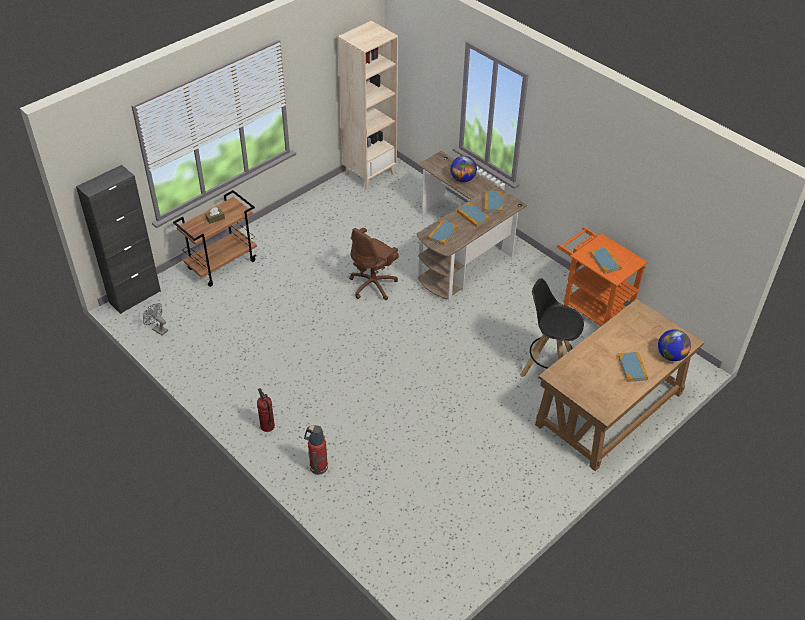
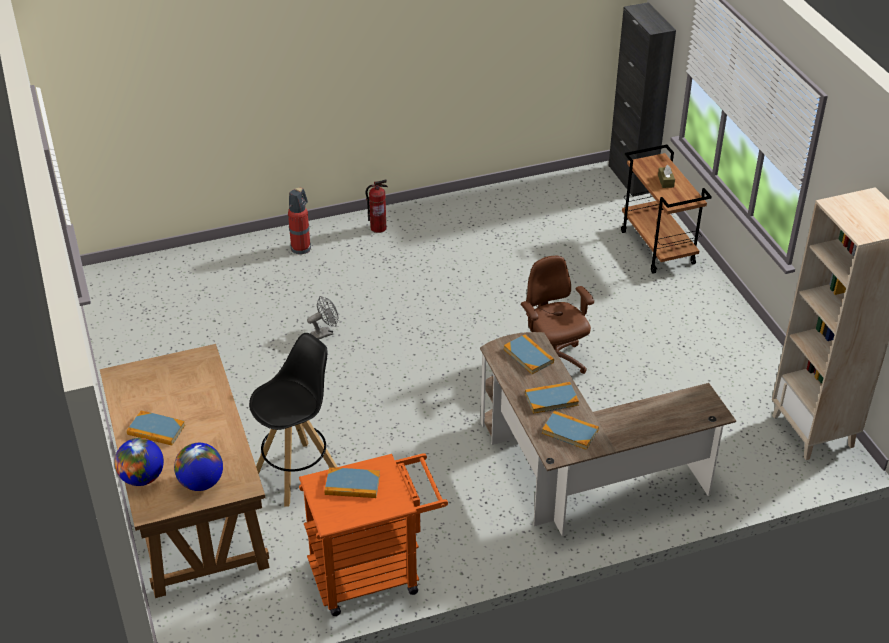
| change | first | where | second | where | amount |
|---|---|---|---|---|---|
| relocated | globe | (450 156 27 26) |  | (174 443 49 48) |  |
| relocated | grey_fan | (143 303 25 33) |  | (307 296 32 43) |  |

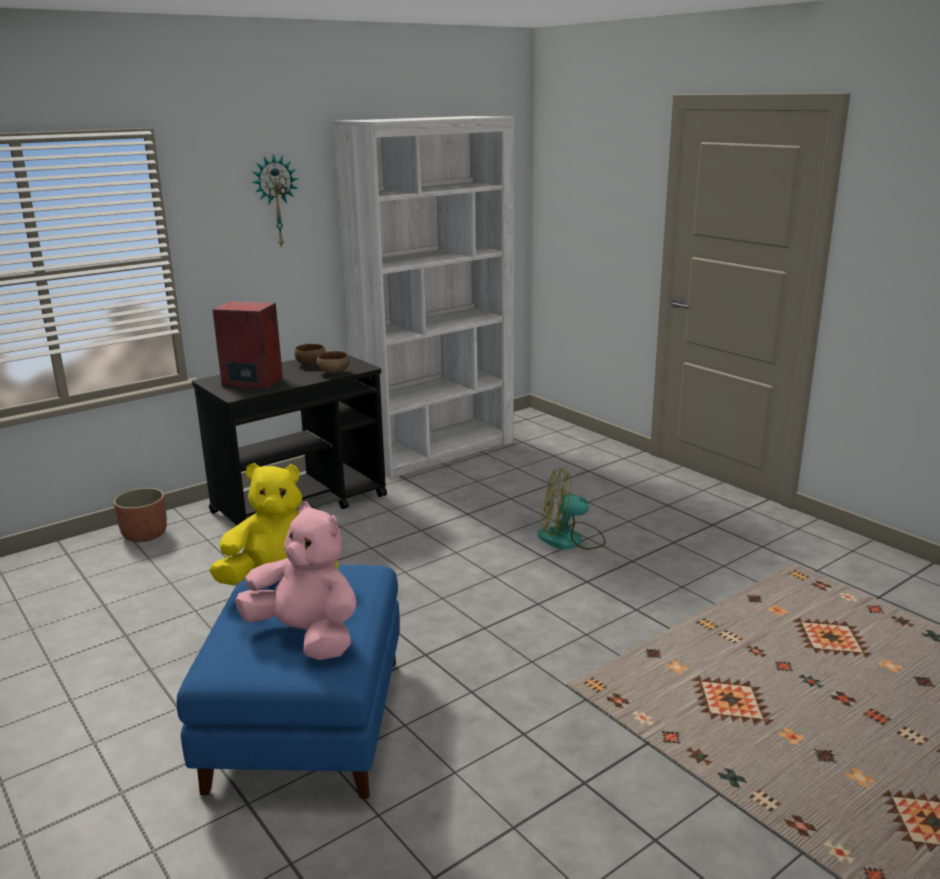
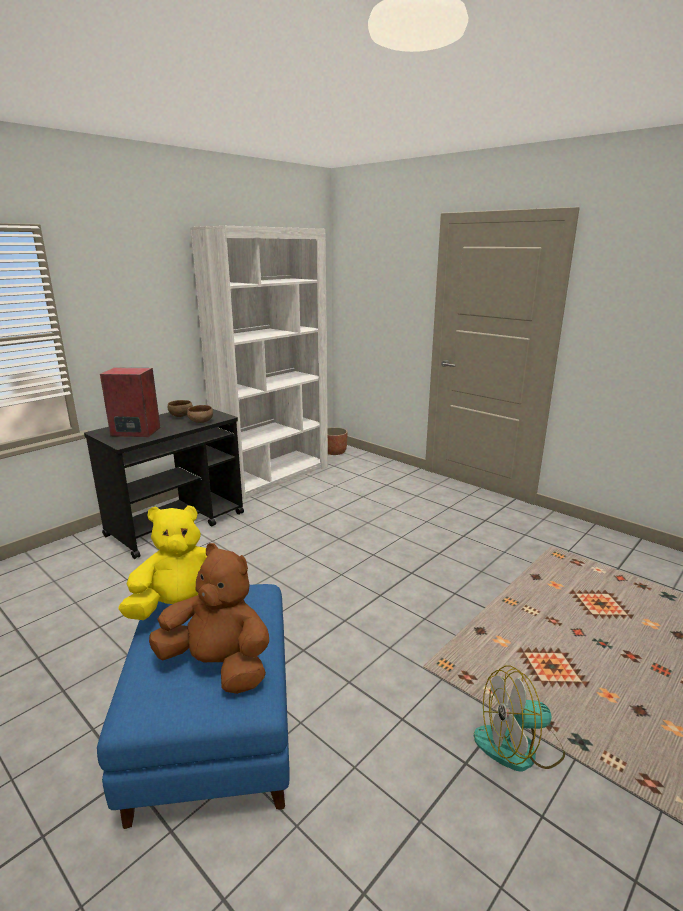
| change | first | where | second | where | amount |
|---|---|---|---|---|---|
| colour | pink_plush_toy | (235 502 122 158) | brown_plush_toy | (149 543 120 151) |  |
| relocated | planter | (113 488 54 54) |  | (328 427 20 28) |  |
| relocated | fan | (538 469 68 81) |  | (474 665 91 107) |  |
| missing | wall_clock | (252 154 46 94) |  |  |  |

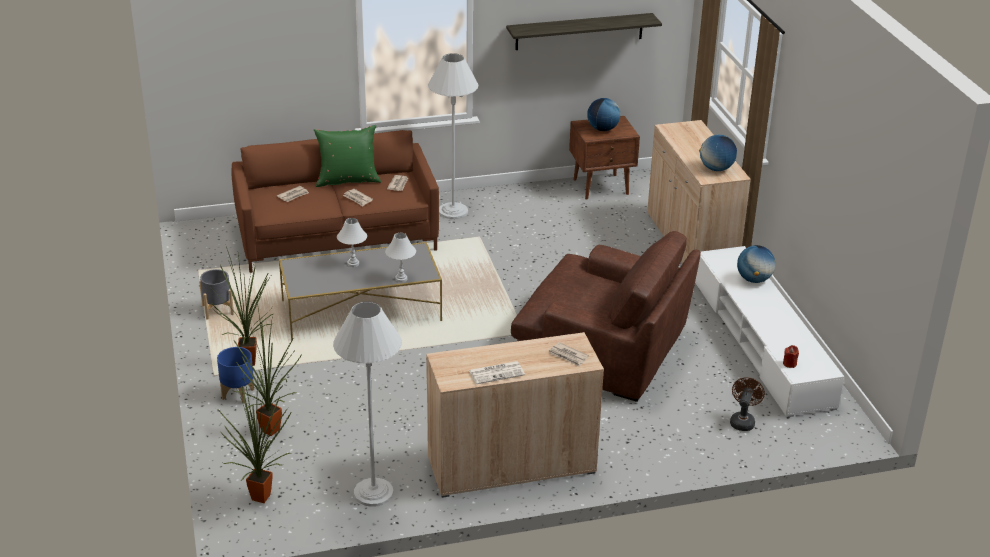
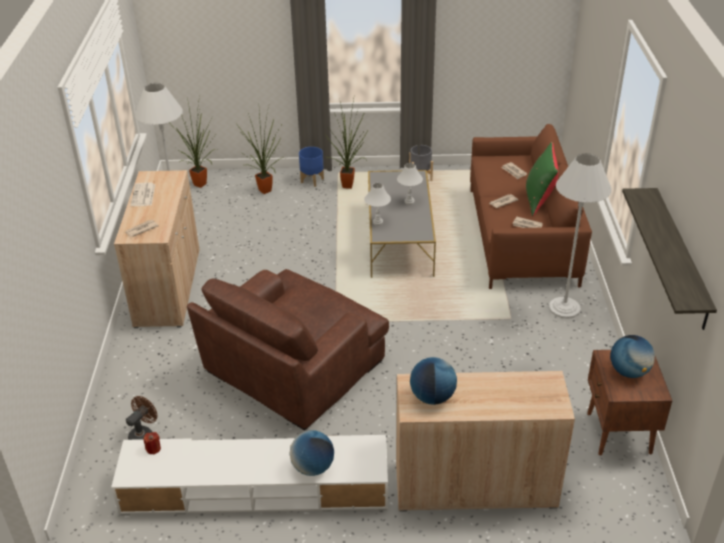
| change | first | where | second | where | amount |
|---|---|---|---|---|---|
| spun | brown_fan | (730 377 35 54) |  | (126 396 32 44) | 90 degrees counterclockwise |

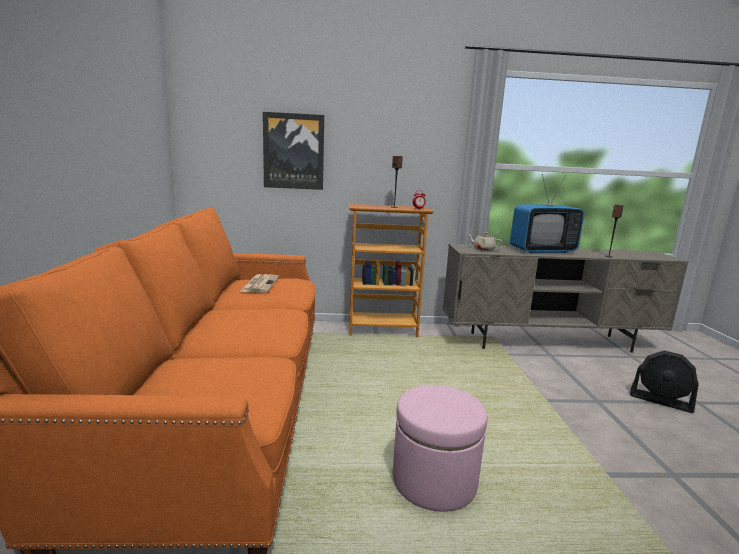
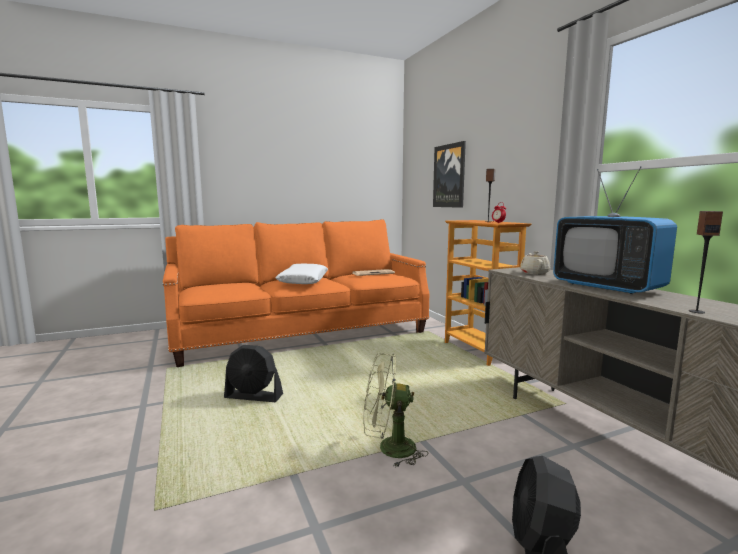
| change | first | where | second | where | amount |
|---|---|---|---|---|---|
| exchanged | pink_ottoman | (393 385 94 127) | black_fan | (224 345 59 57) |  |
| appeared |  |  | white_pillow | (276 264 52 20) |  |
| appeared |  |  | green_fan | (363 352 65 116) |  |

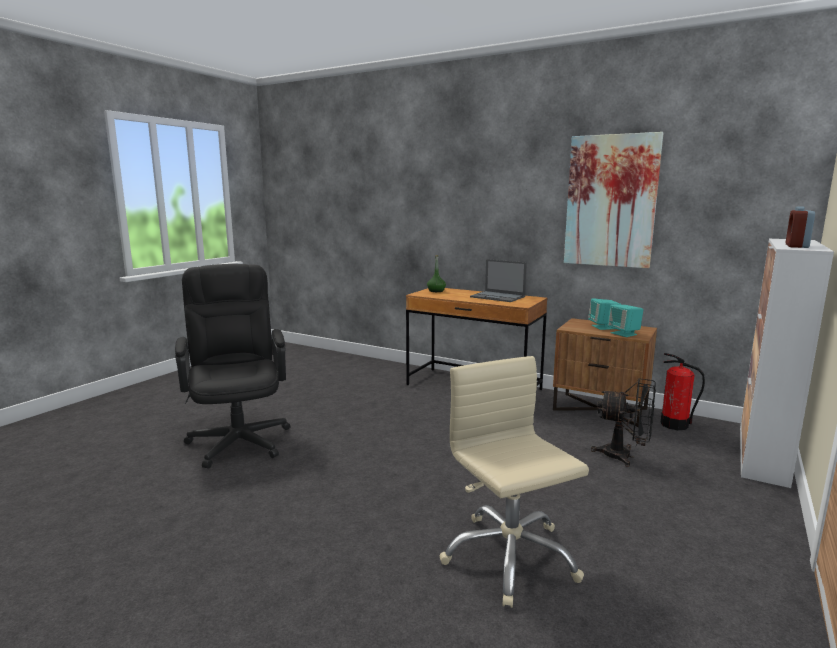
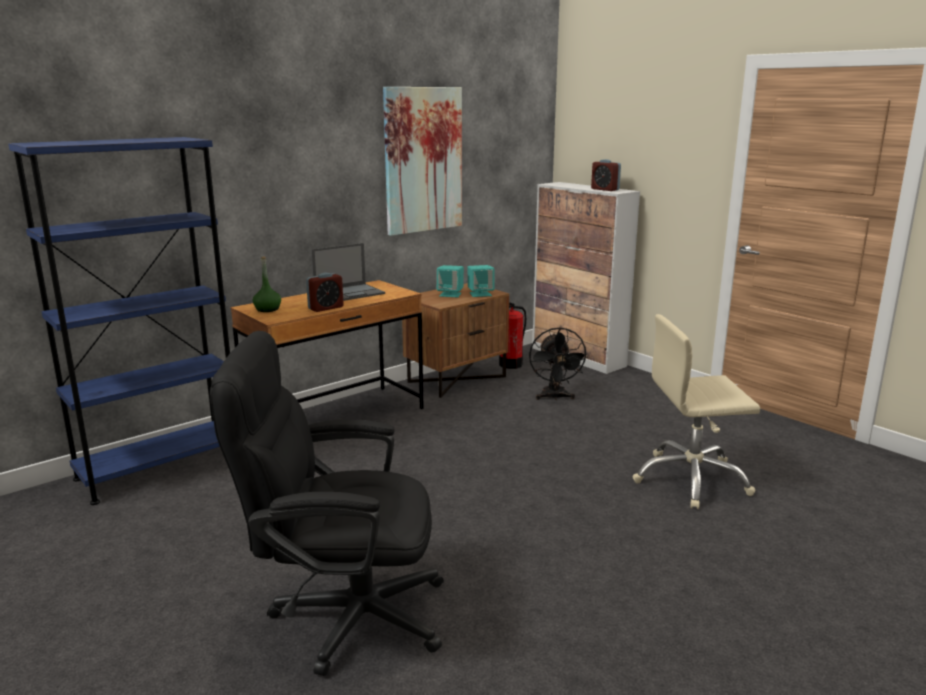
| change | first | where | second | where | amount |
|---|---|---|---|---|---|
| appeared |  |  | blue_bookcase | (8 137 222 368) |  |
| appeared |  |  | alarm_clock | (306 273 38 39) |  |
| spun | black_fan | (591 378 65 89) |  | (529 327 59 73) | 135 degrees clockwise |

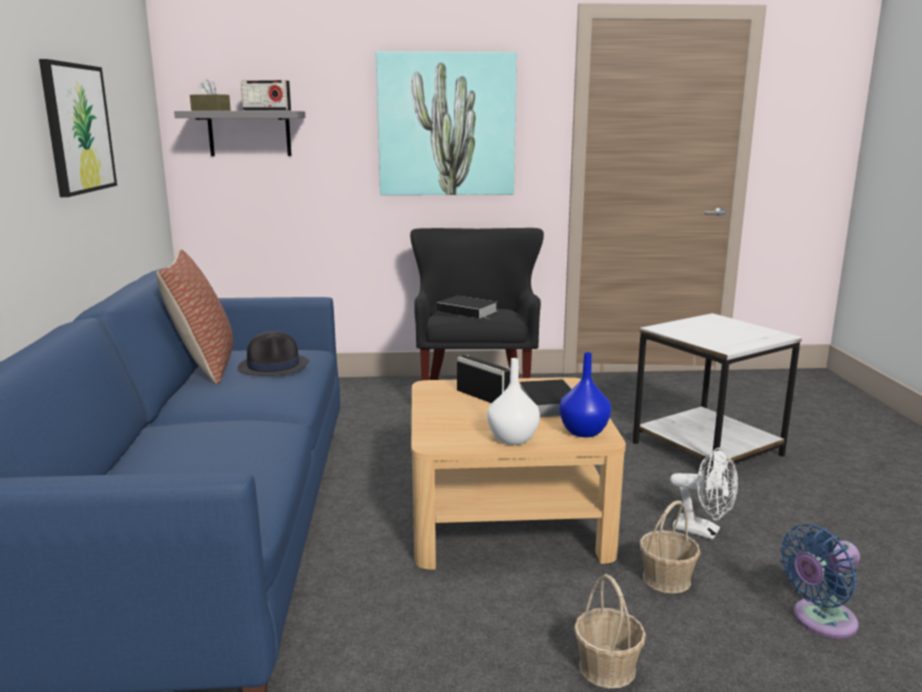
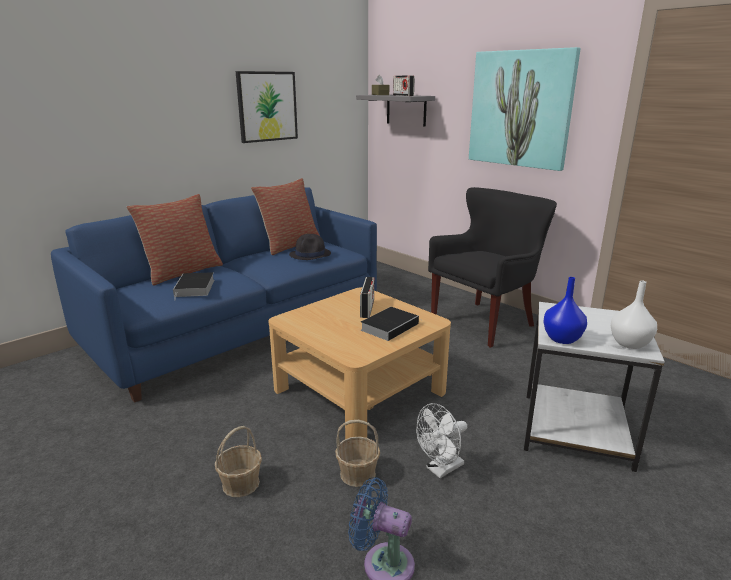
| change | first | where | second | where | amount |
|---|---|---|---|---|---|
| appeared |  |  | pillow | (127 194 96 92) |  |
| relocated | book | (437 296 60 23) |  | (173 272 41 28) |  |
| spun | white_fan | (670 447 68 93) |  | (416 403 51 75) | 60 degrees clockwise |
| relocated | blue_vase | (559 352 52 85) |  | (544 277 43 67) |  |
| relocated | white_vase | (487 358 53 87) |  | (611 280 46 69) |  |

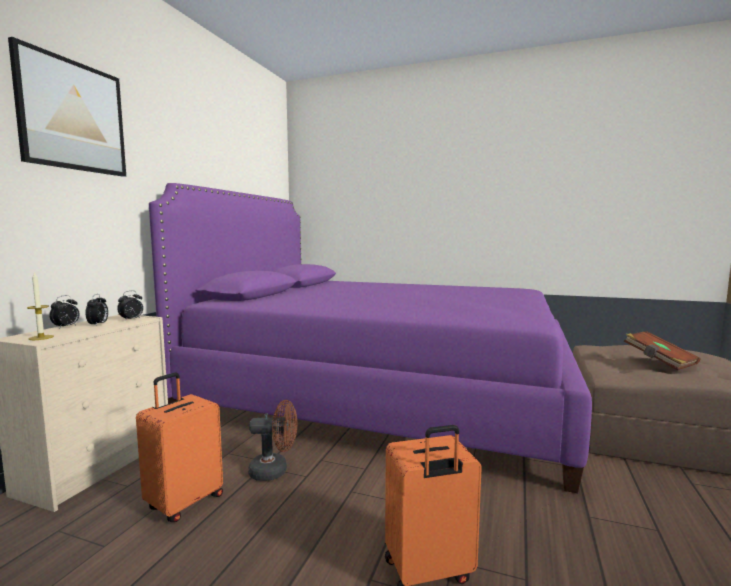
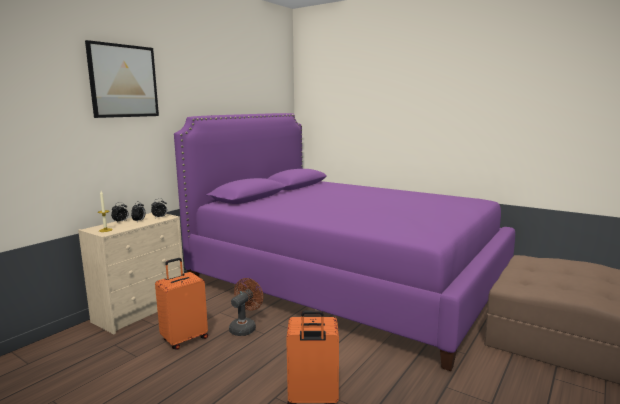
| change | first | where | second | where | amount |
|---|---|---|---|---|---|
| spun | brown_fan | (248 400 50 81) |  | (229 278 34 58) | 75 degrees counterclockwise |
| missing | brown_book | (624 331 77 40) |  |  |  |

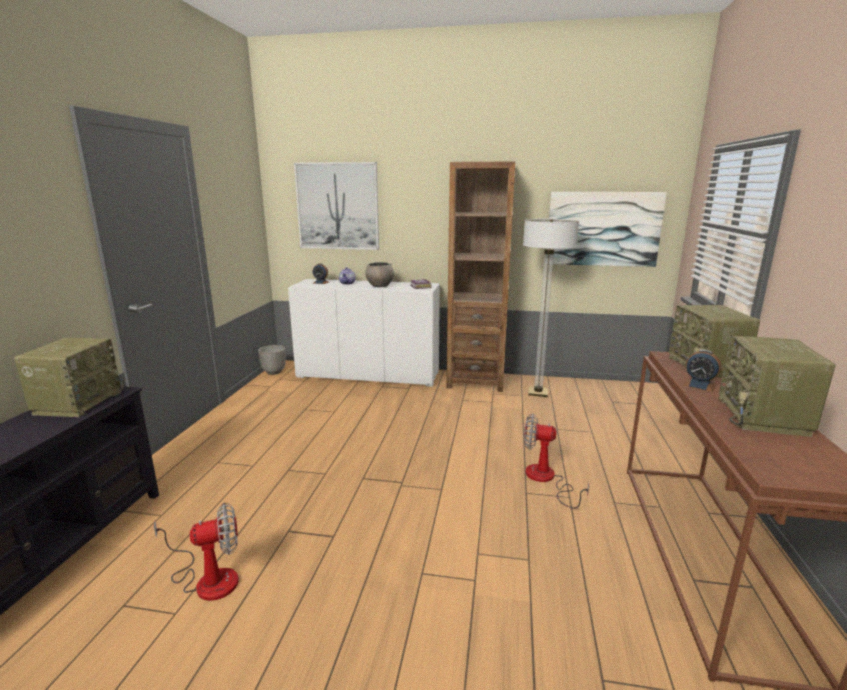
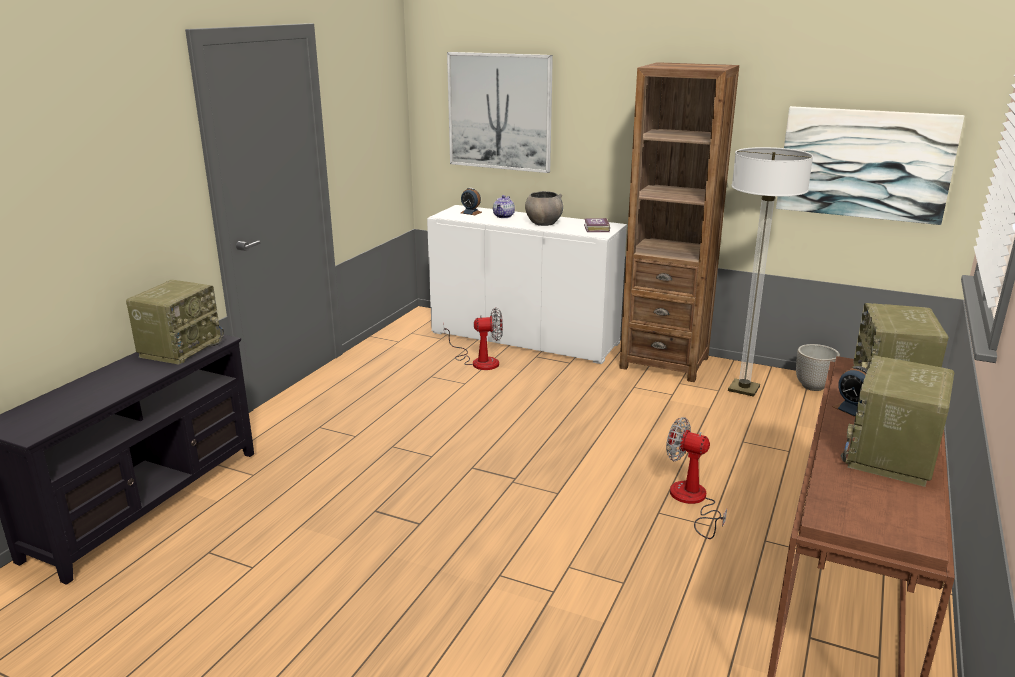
| change | first | where | second | where | amount |
|---|---|---|---|---|---|
| relocated | fan | (154 503 85 98) |  | (444 307 59 63) |  |
| relocated | planter | (258 345 28 30) |  | (796 344 44 47) |  |

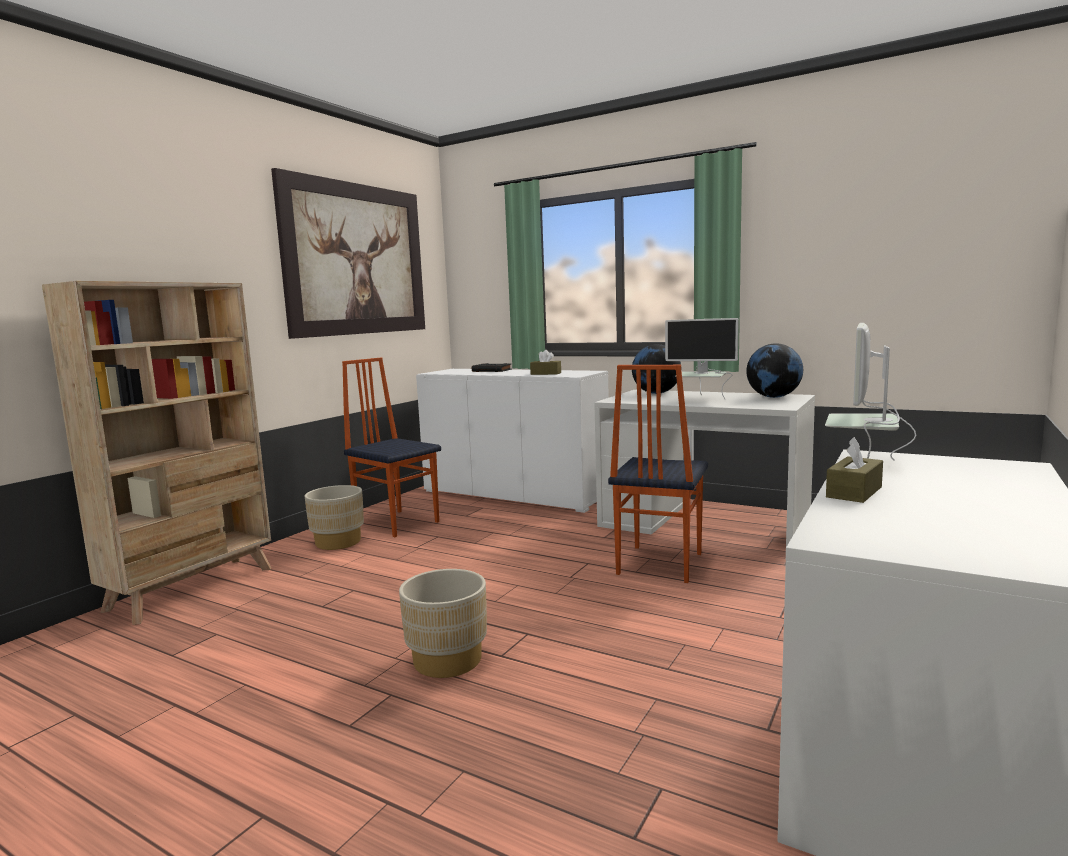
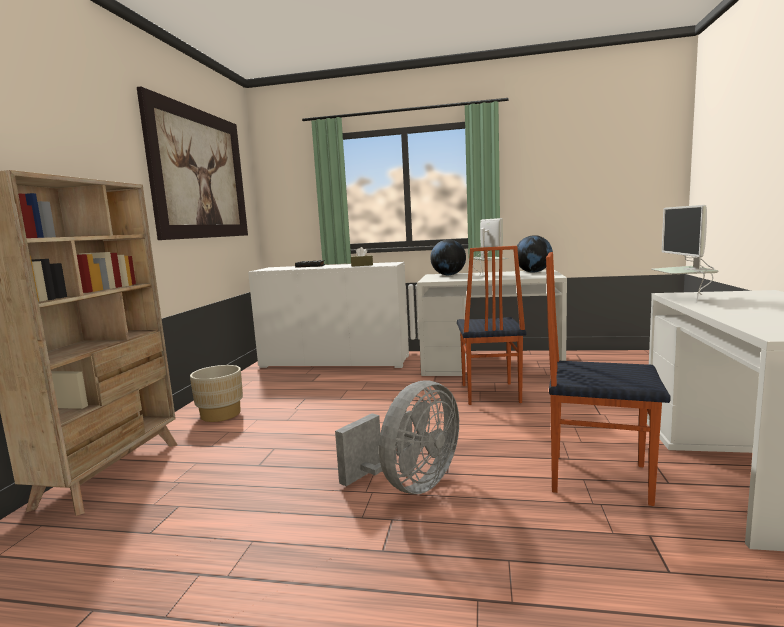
| change | first | where | second | where | amount |
|---|---|---|---|---|---|
| exchanged | beige_planter | (399 569 88 109) | grey_fan | (335 381 124 113) |  |
| spun | monitor | (665 318 74 81) |  | (473 218 35 58) | 105 degrees counterclockwise |
| relocated | chair | (342 357 99 180) |  | (546 252 125 254) |  |
| missing | brown_tissue_box | (826 437 57 66) |  |  |  |

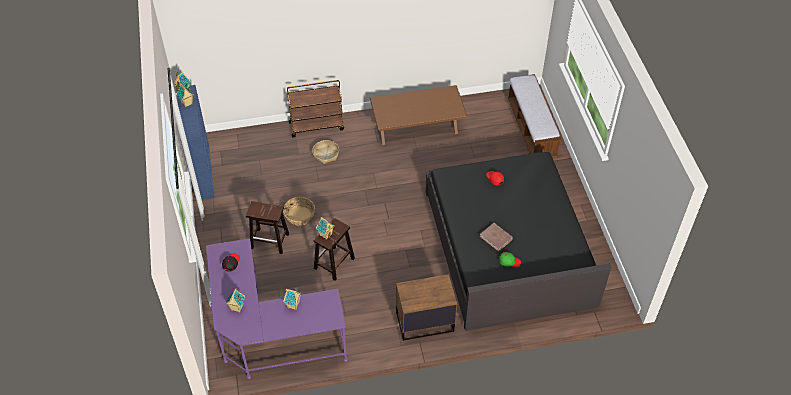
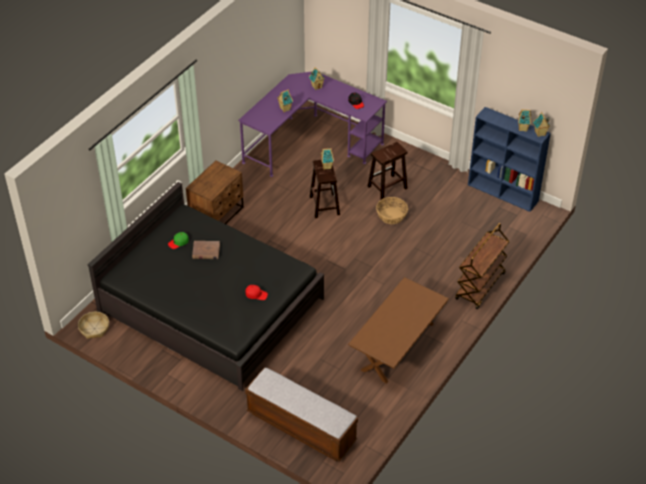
| change | first | where | second | where | amount |
|---|---|---|---|---|---|
| relocated | basket | (312 140 27 24) |  | (78 312 31 27) |  |

